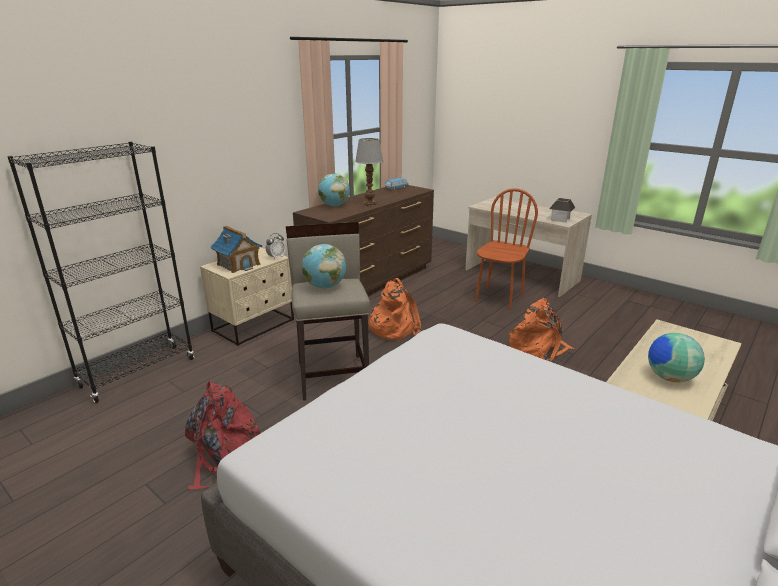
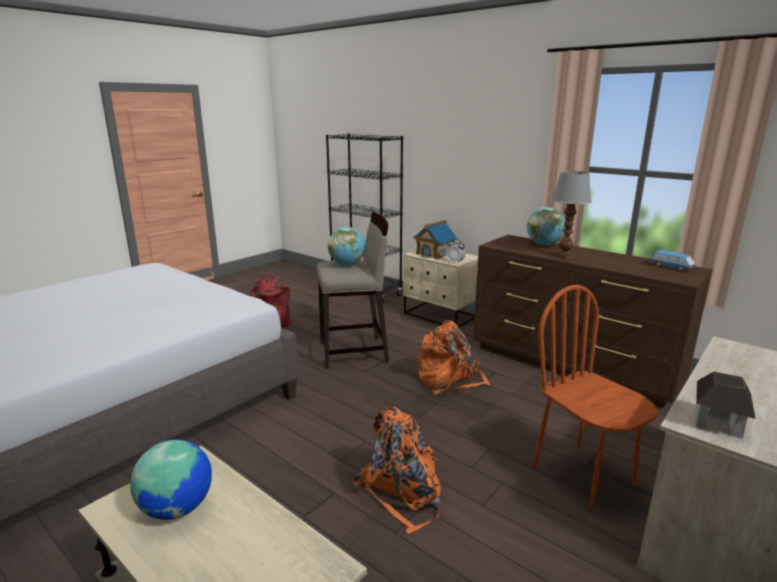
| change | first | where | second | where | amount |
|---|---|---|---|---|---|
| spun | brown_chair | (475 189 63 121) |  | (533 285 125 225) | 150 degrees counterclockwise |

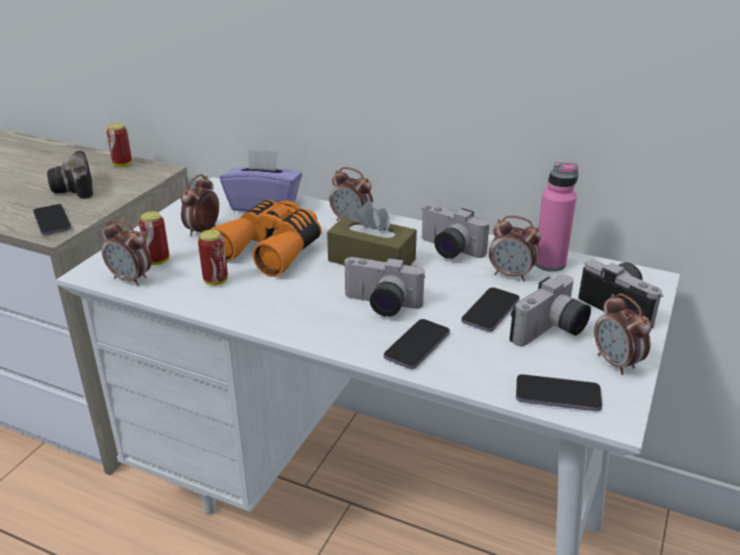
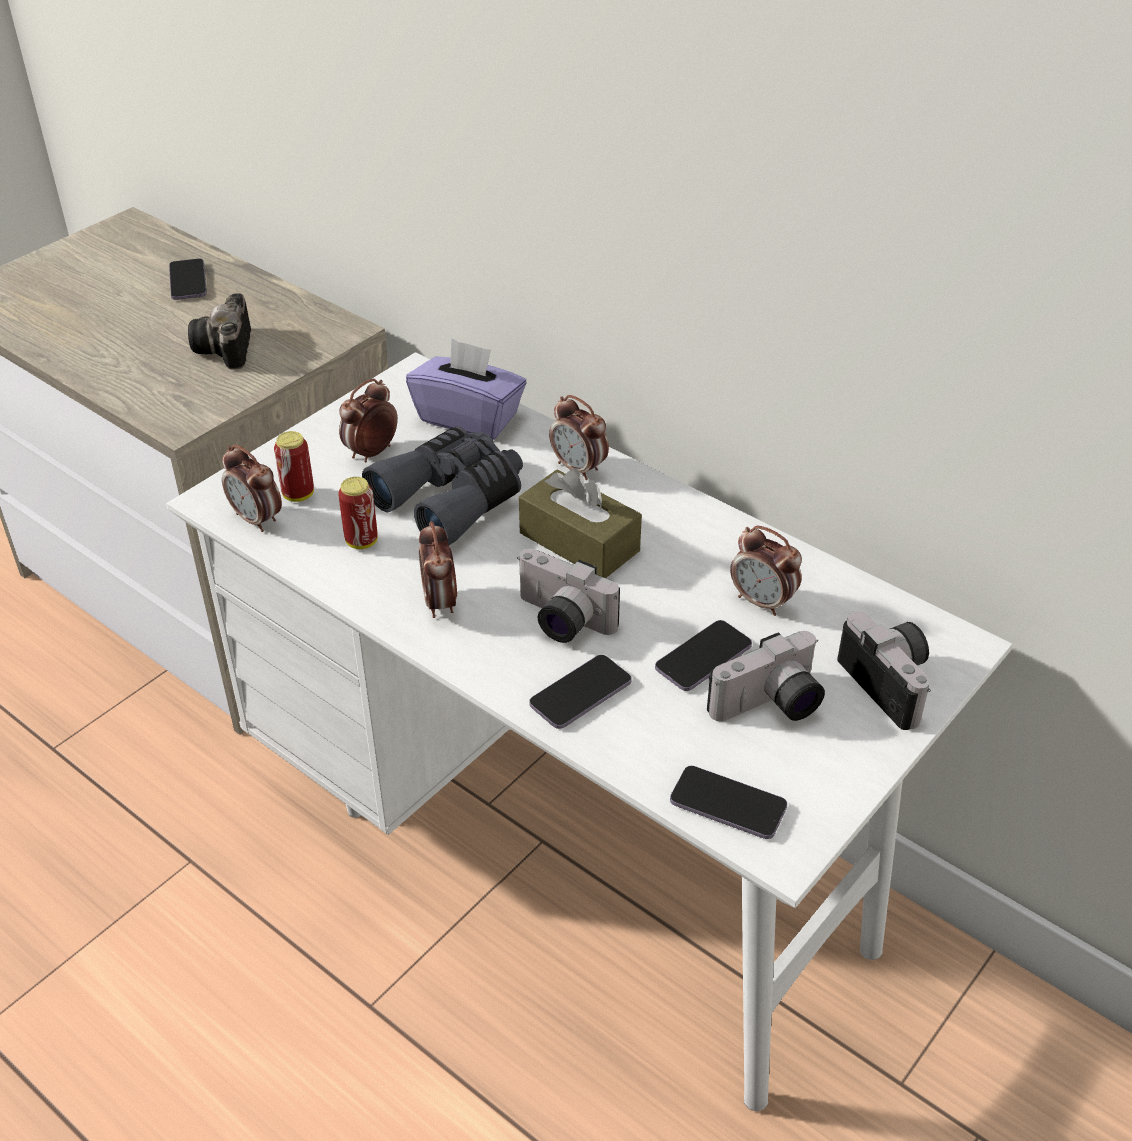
| change | first | where | second | where | amount |
|---|---|---|---|---|---|
| relocated | phone | (33 204 39 31) |  | (169 259 38 41) |  |
| colour | orange_binoculars | (211 200 111 77) | grey_binoculars | (362 426 161 119) |  |
| relocated | alarm_clock | (594 293 58 82) |  | (419 521 38 97) |  |
| missing | can | (107 123 25 44) |  |  |  |
| missing | photo_camera | (421 204 68 55) |  |  |  |
| missing | pink_bottle | (535 162 43 110) |  |  |  |

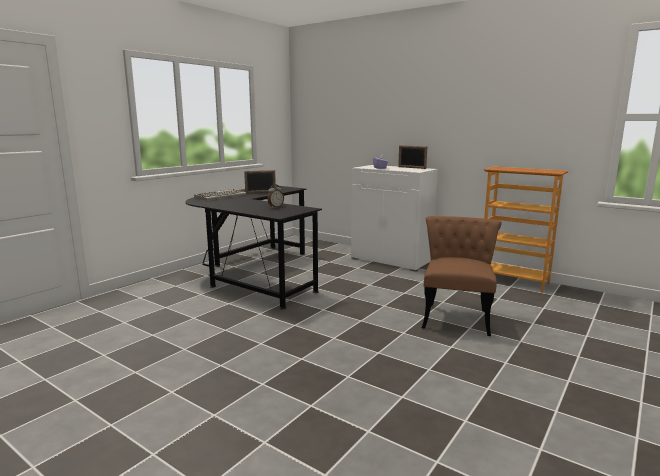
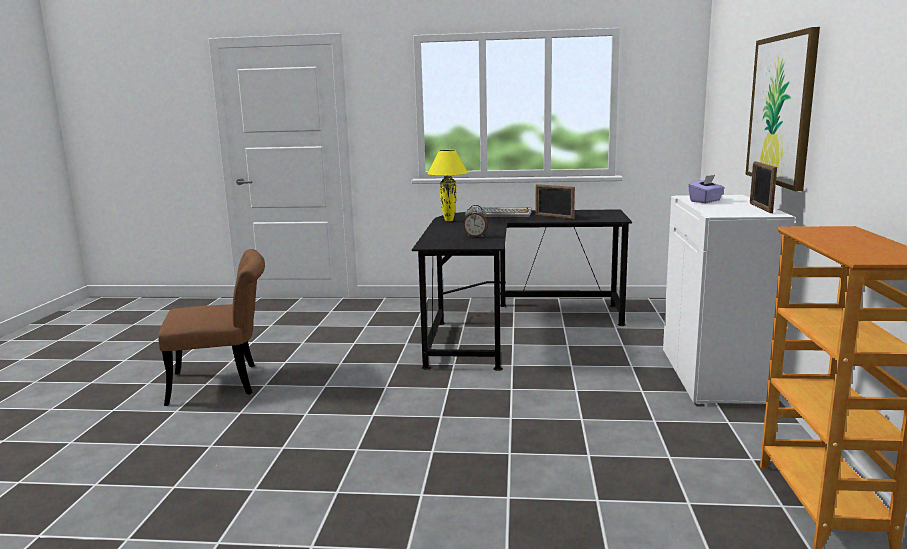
| change | first | where | second | where | amount |
|---|---|---|---|---|---|
| relocated | brown_chair | (422 216 79 120) |  | (158 249 107 157) |  |
| appeared |  |  | yellow_table_lamp | (427 150 41 71) |  |
| appeared |  |  | picture | (745 27 75 164) |  |

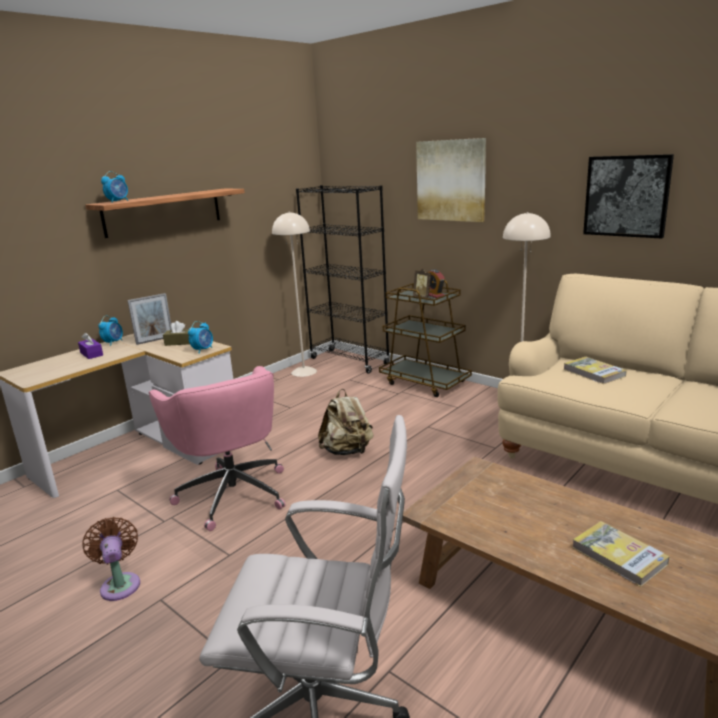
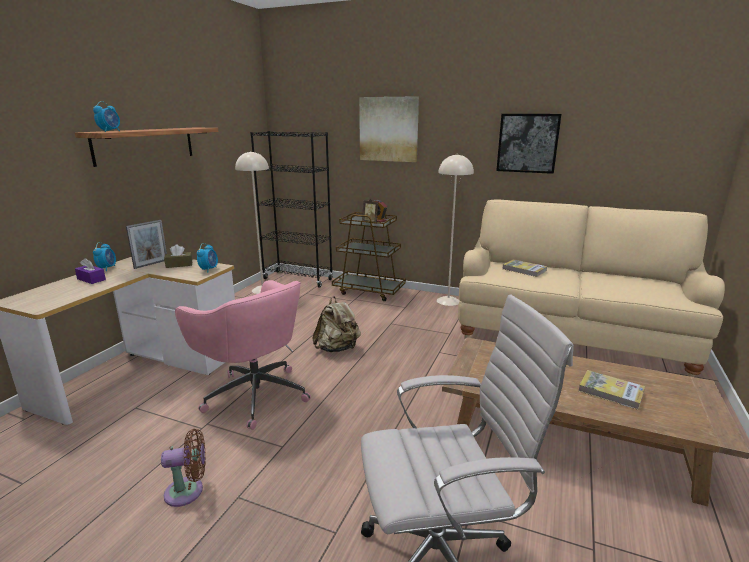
| change | first | where | second | where | amount |
|---|---|---|---|---|---|
| spun | brown_fan | (82 517 58 84) |  | (161 429 45 78) | 120 degrees clockwise |

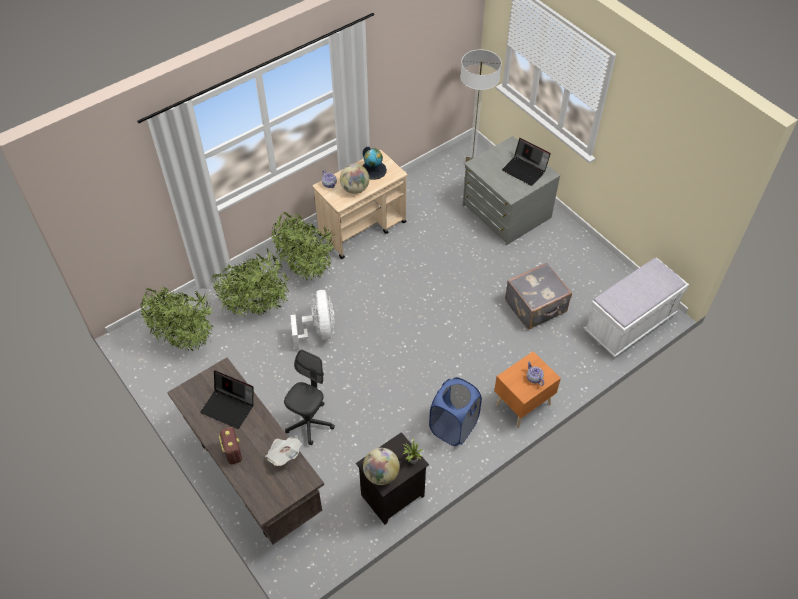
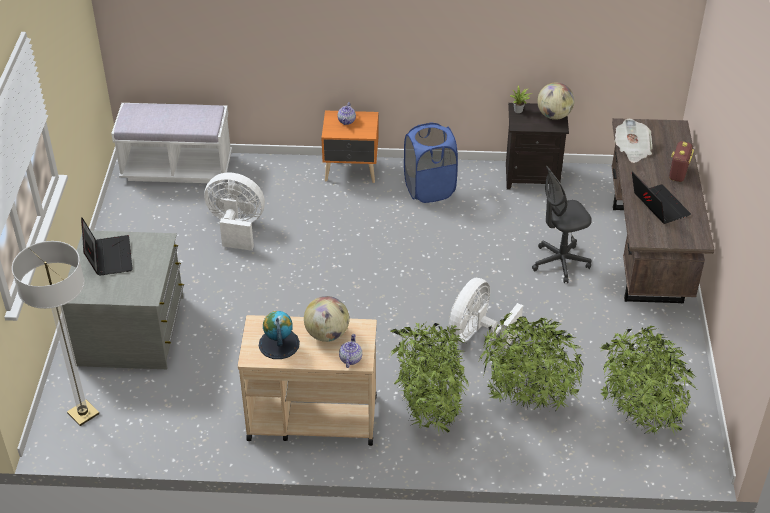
| change | first | where | second | where | amount |
|---|---|---|---|---|---|
| exchanged | grey_suitcase | (505 262 67 68) | white_fan | (204 172 61 79) |  |

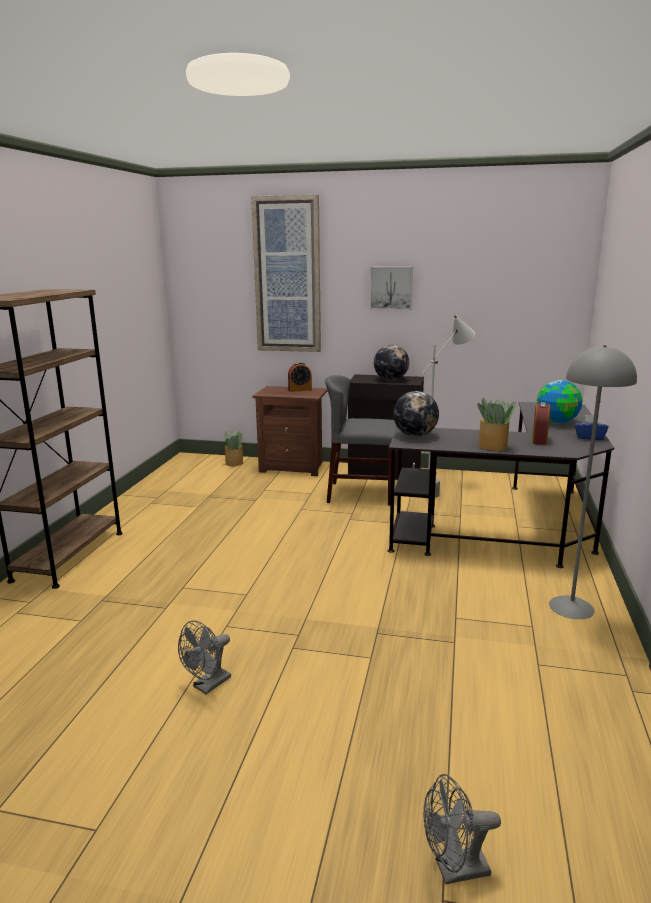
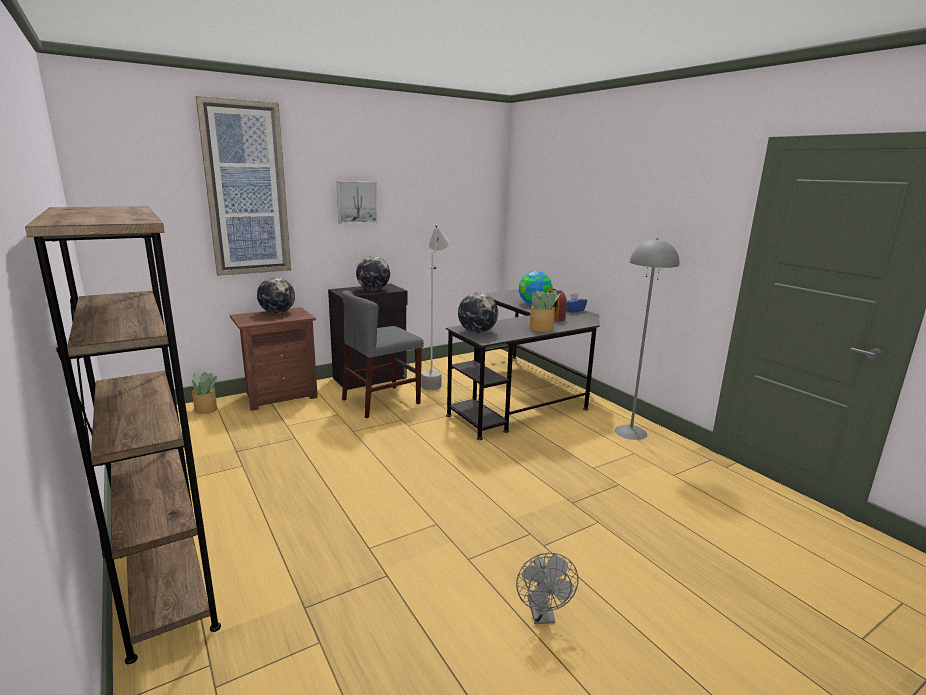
| change | first | where | second | where | amount |
|---|---|---|---|---|---|
| exchanged | alarm_clock | (288 362 24 30) | globe | (257 277 38 37) |  |
| missing | grey_fan | (424 774 77 110) |  |  |  |

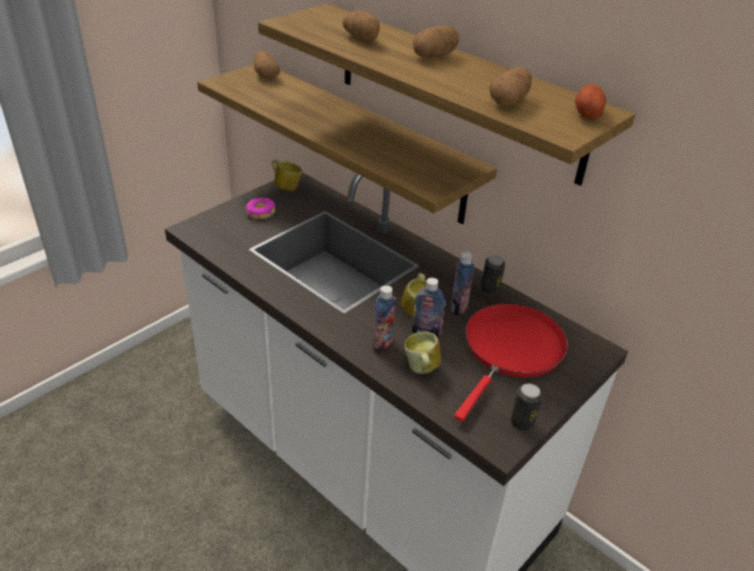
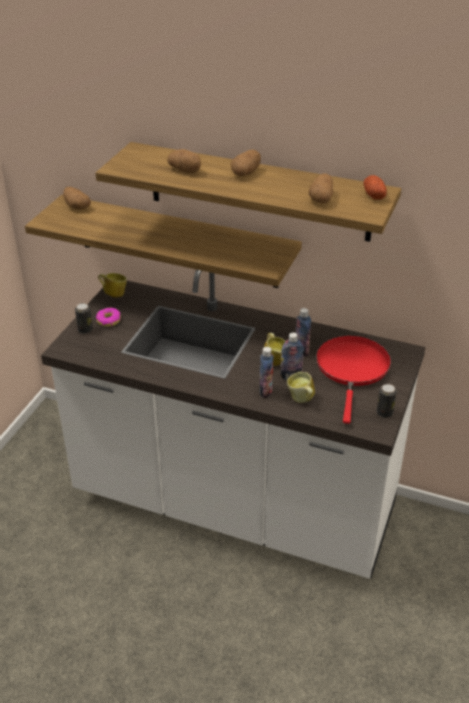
| change | first | where | second | where | amount |
|---|---|---|---|---|---|
| relocated | can | (481 255 24 41) |  | (75 303 18 31) |  |

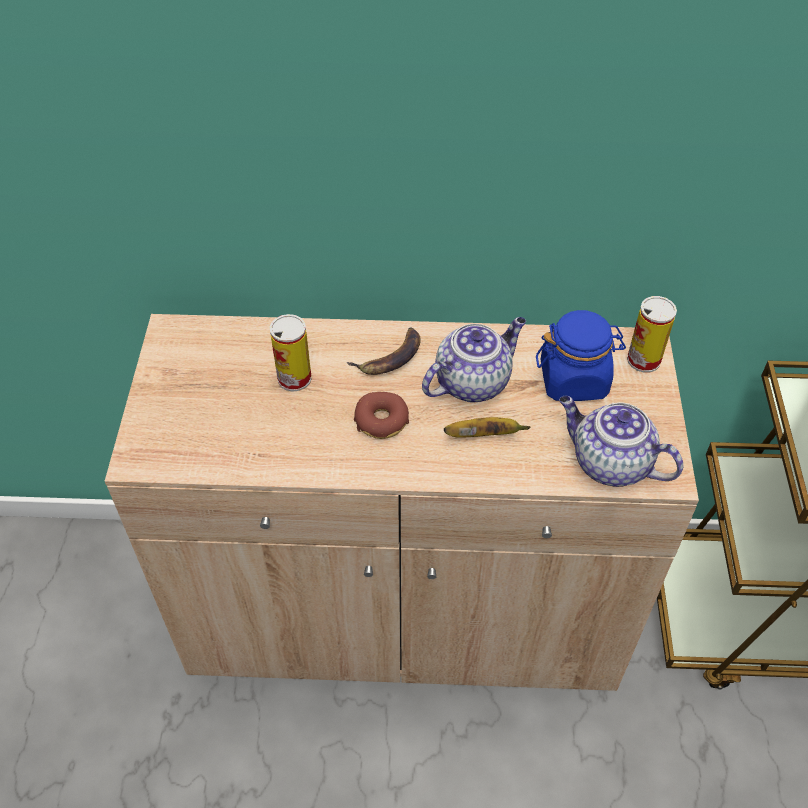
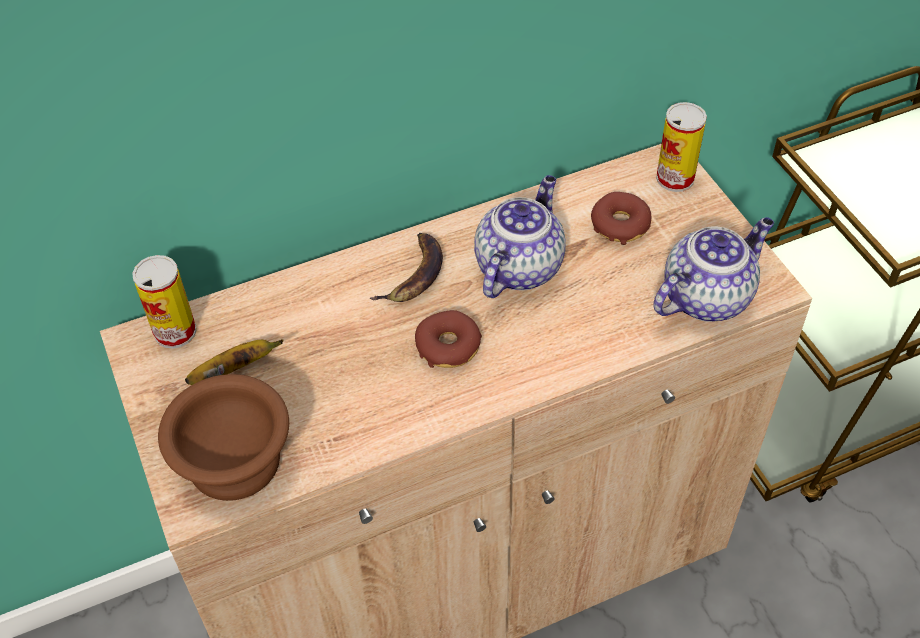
| change | first | where | second | where | amount |
|---|---|---|---|---|---|
| relocated | can | (270 314 42 78) |  | (132 255 64 94) |  |
| appeared |  |  | brown_bowl | (158 374 131 127) |  |
| relocated | banana | (444 417 87 21) |  | (185 339 99 46) |  |
| exchanged | blue_jar | (536 310 90 91) | donut | (591 192 60 53) |  |
| spun | teapot | (559 396 125 91) |  | (653 217 121 105) | 135 degrees clockwise |

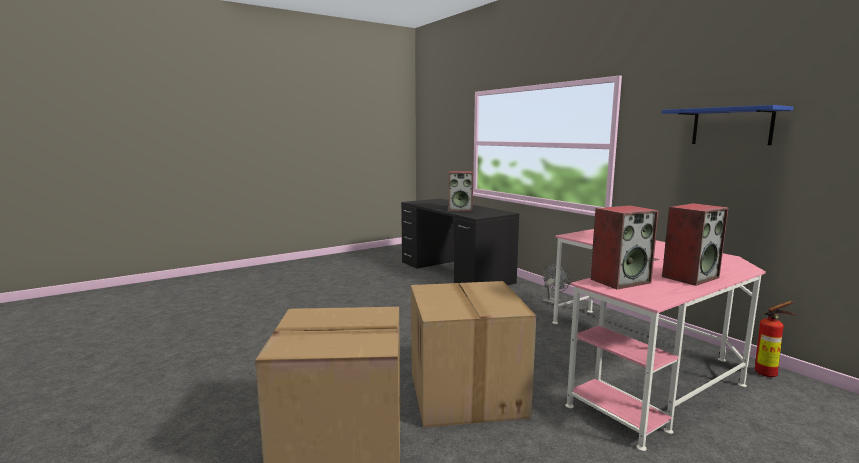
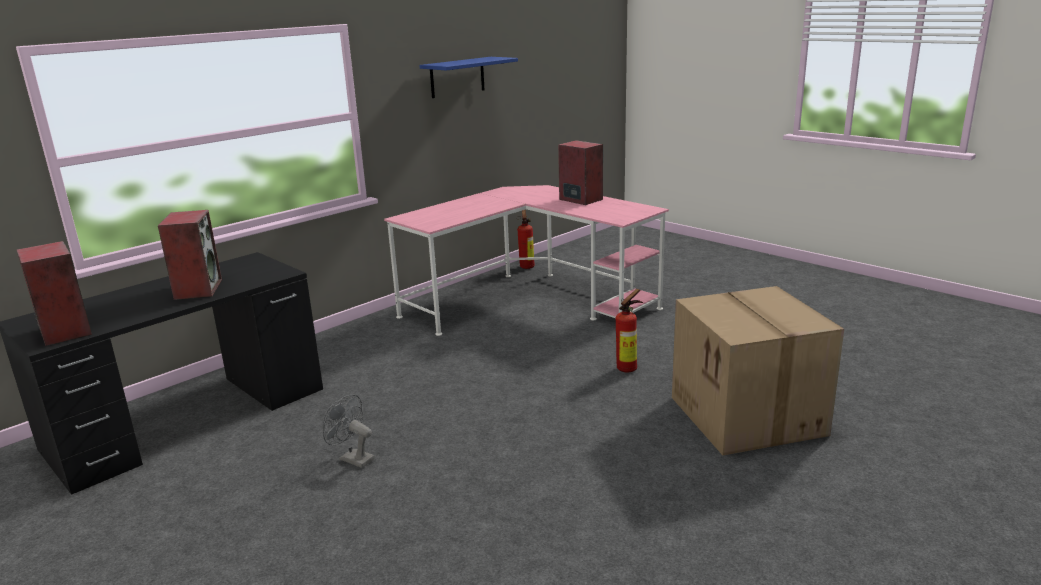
| change | first | where | second | where | amount |
|---|---|---|---|---|---|
| relocated | speaker | (590 205 69 85) |  | (17 241 75 105) |  |
| relocated | grey_fan | (542 265 27 40) |  | (323 394 52 74) |  |
| exchanged | cardboard_box | (411 281 125 147) | fire_extinguisher | (616 289 27 84) |  |

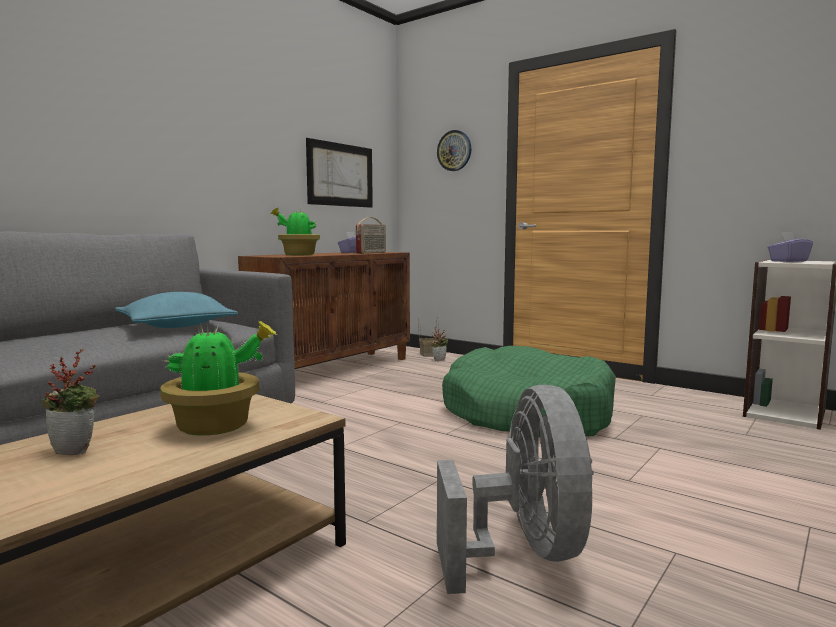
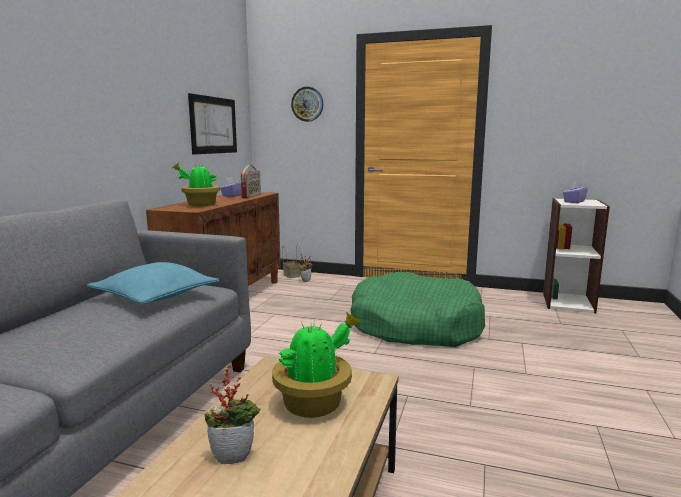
| change | first | where | second | where | amount |
|---|---|---|---|---|---|
| missing | grey_fan | (437 385 157 209) |  |  |  |

